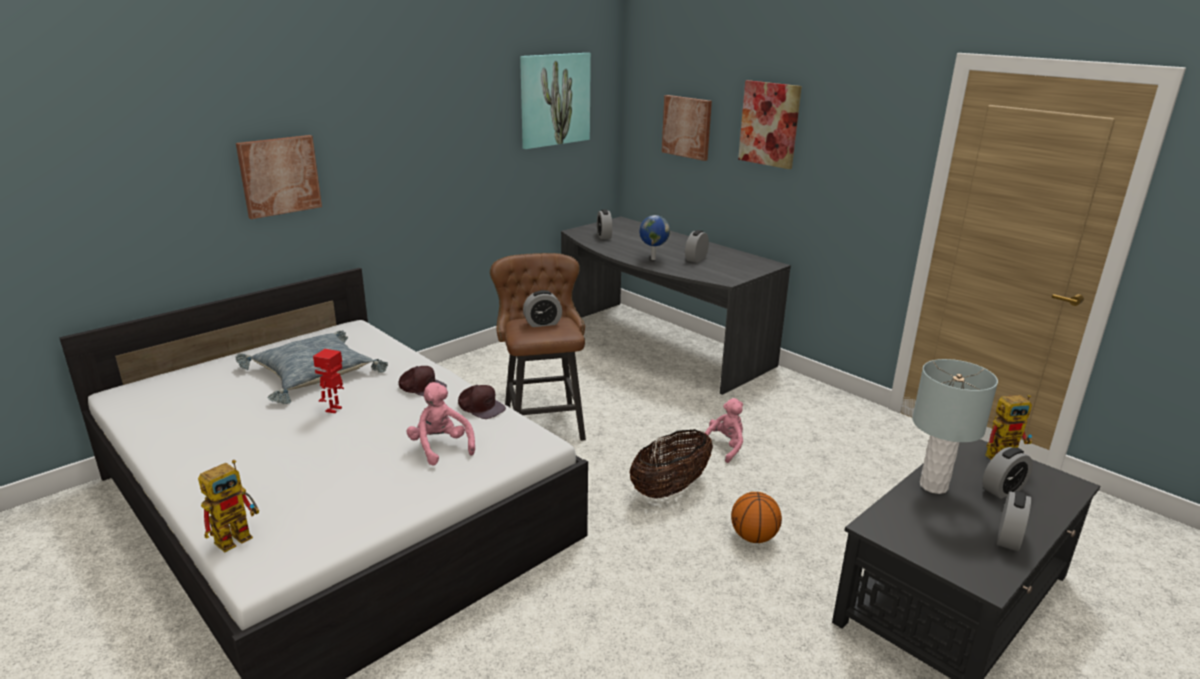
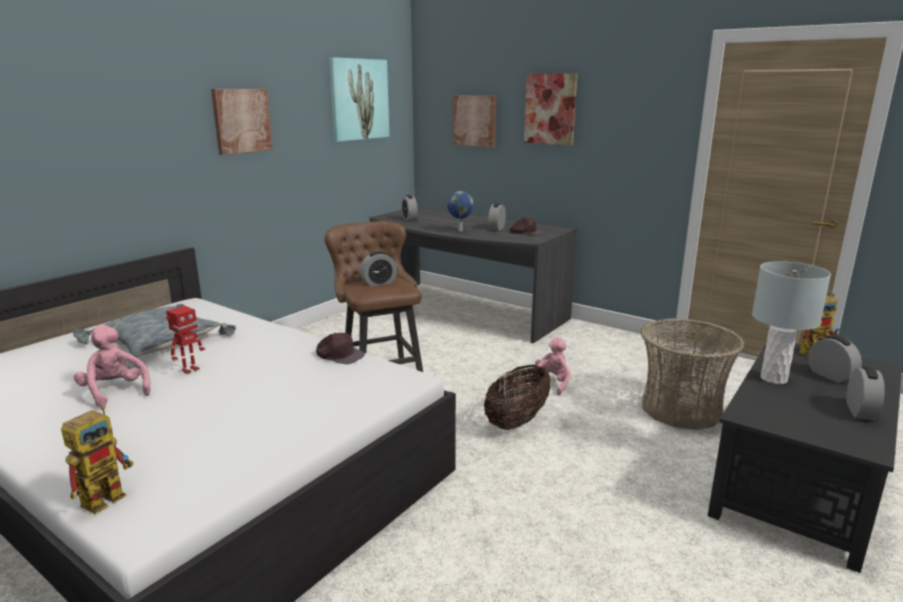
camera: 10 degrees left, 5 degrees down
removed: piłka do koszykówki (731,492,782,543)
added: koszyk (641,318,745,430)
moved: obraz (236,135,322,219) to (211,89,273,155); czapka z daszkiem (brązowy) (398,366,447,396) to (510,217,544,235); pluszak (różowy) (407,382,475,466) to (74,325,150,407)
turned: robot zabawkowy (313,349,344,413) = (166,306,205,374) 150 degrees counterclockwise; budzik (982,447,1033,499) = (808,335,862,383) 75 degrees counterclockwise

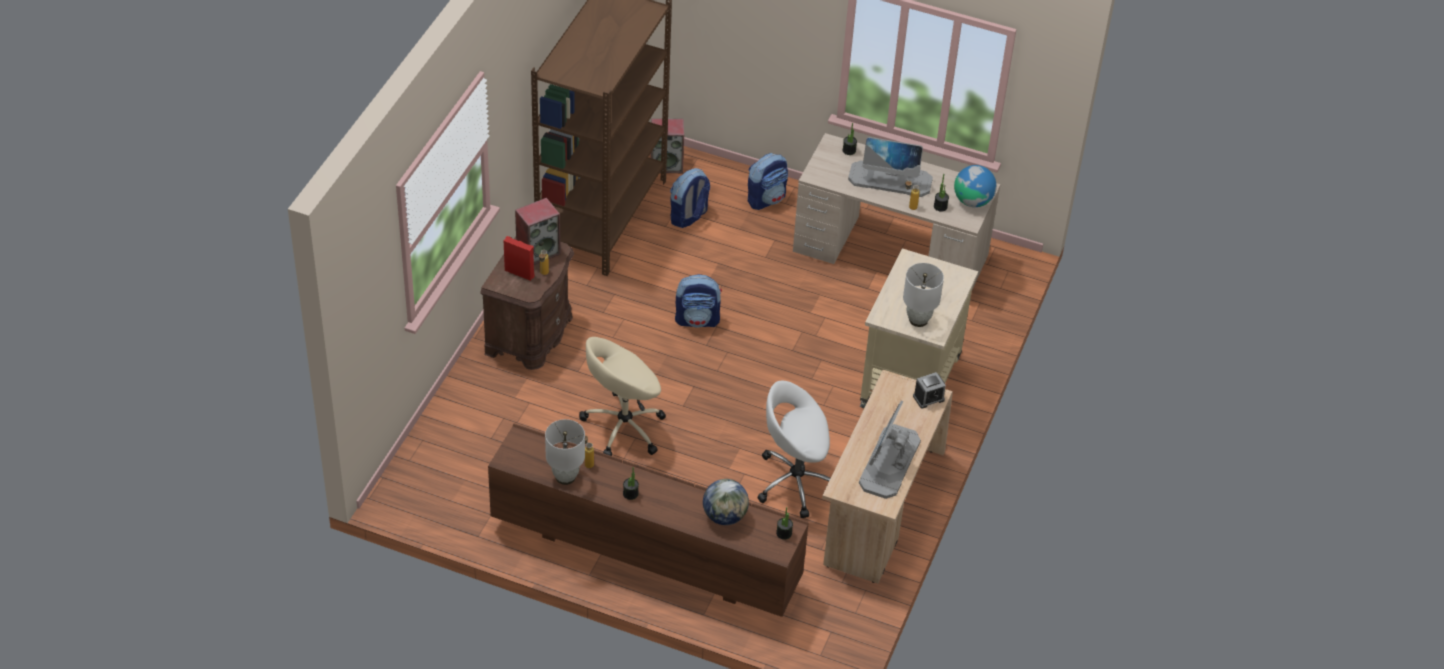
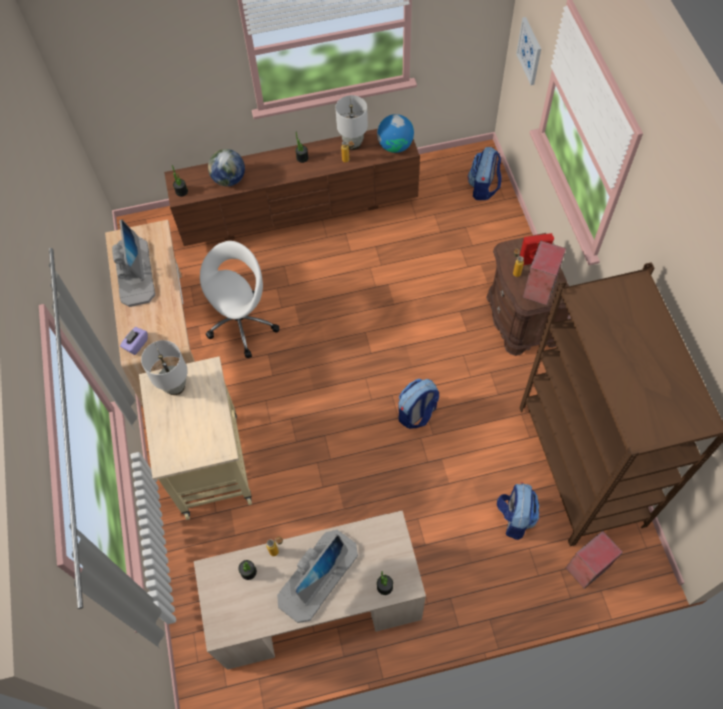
camera: 150 degrees right, 15 degrees up
removed: krzesło biurowe (beżowy) (579,337,666,456)
added: obraz (516,17,541,85)
moved: plecak (748,153,788,210) to (468,147,501,200); globus (954,165,997,207) to (377,114,414,153)
replaced: budzik (913,372,946,409) to pudełko chusteczek (fioletowy) (120,327,148,355)
turned: monitor (848,137,933,197) = (277,530,358,623) 150 degrees clockwise

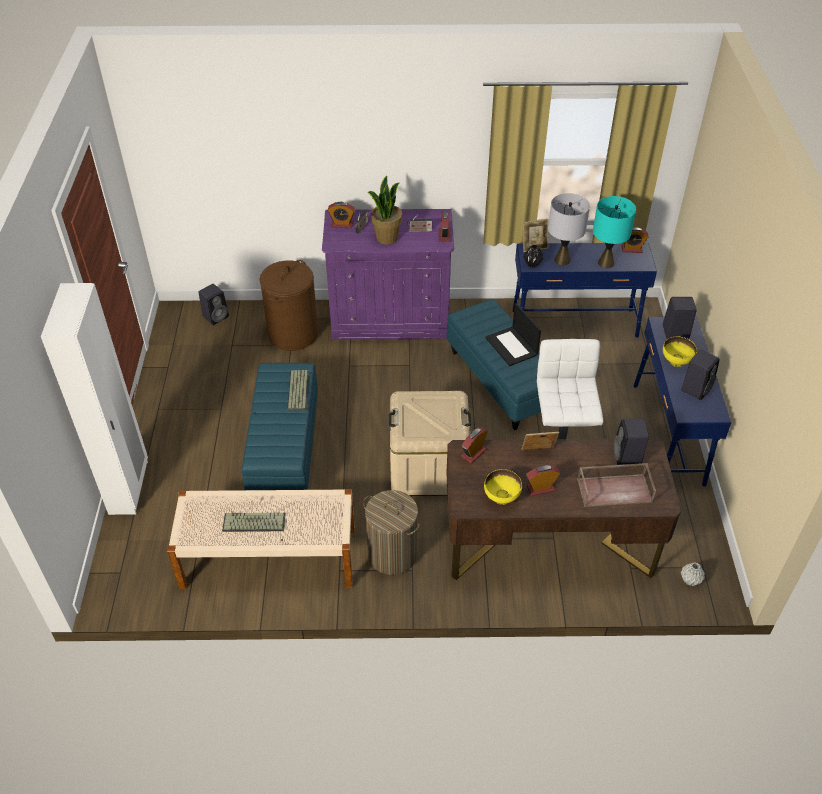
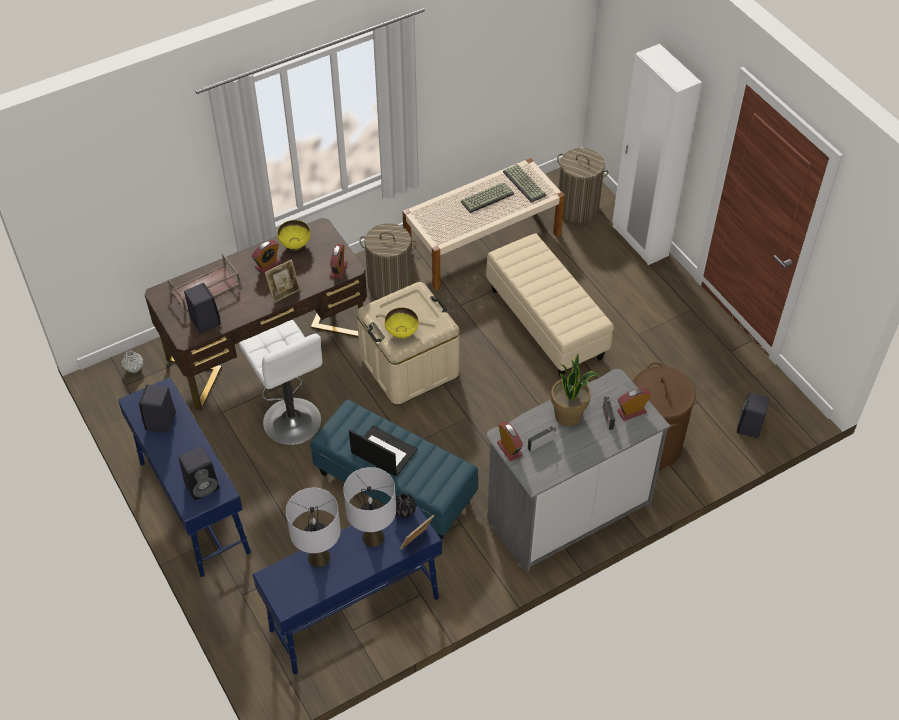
camera: 150 degrees right, 5 degrees up
removed: budzik (622,227,648,253)
added: kosz na pranie (557,148,608,223)
moved: miska (żółty) (663,337,697,367) to (385,307,419,339); klawiatura (287,370,309,411) to (503,164,546,203)
recoloured: lampa stołowa (turkusowy) (593,196,636,268) to lampa stołowa (szary) (286,487,341,567); komoda (fioletowy) (322,209,454,339) to komoda (szary) (486,369,671,572); pufa (niebieski) (242,363,318,502) to pufa (beżowy) (486,233,614,377)

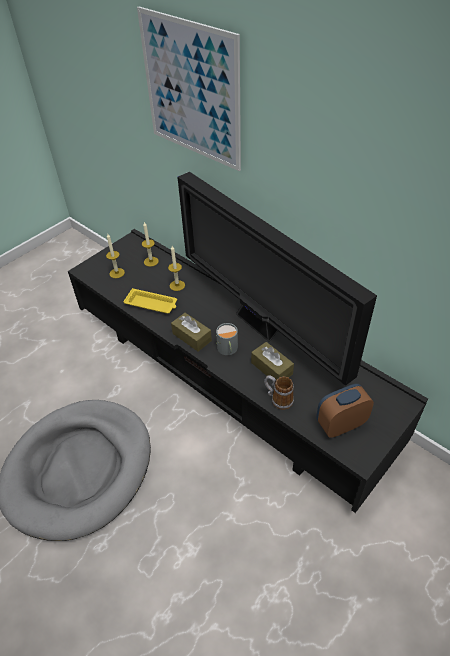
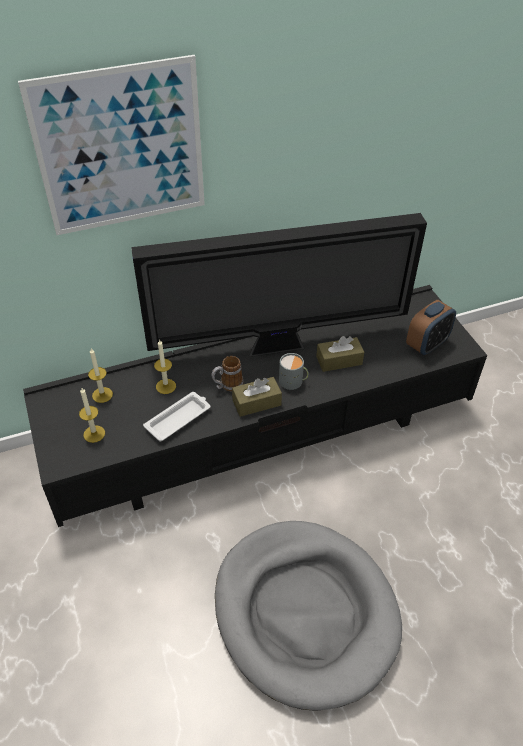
camera: 65 degrees left, 0 degrees up
moved: kubek (264,375,294,410) to (211,356,243,391)
recoloured: taca (żółty) (123,288,177,313) to taca (biały) (143,392,211,441)
turned: budzik (316,384,374,438) = (406,300,456,355) 135 degrees counterclockwise

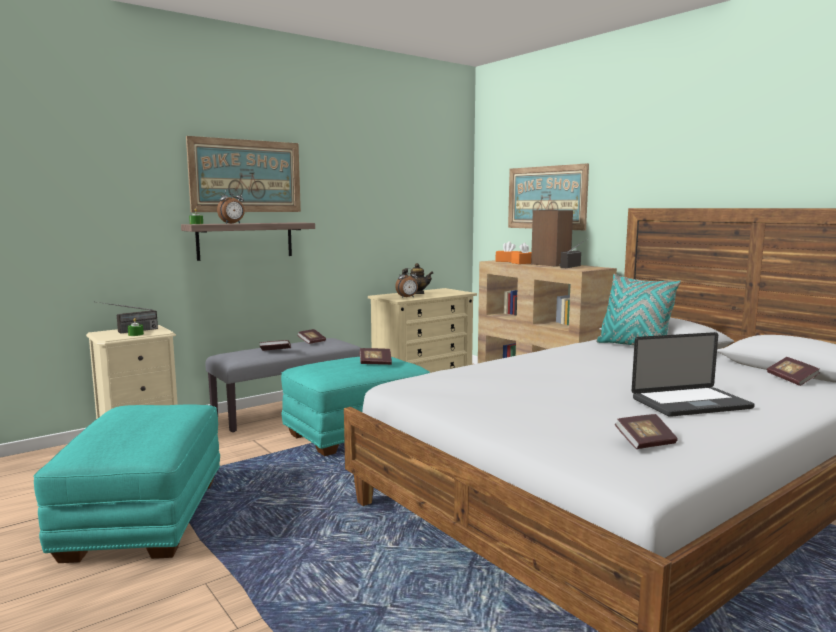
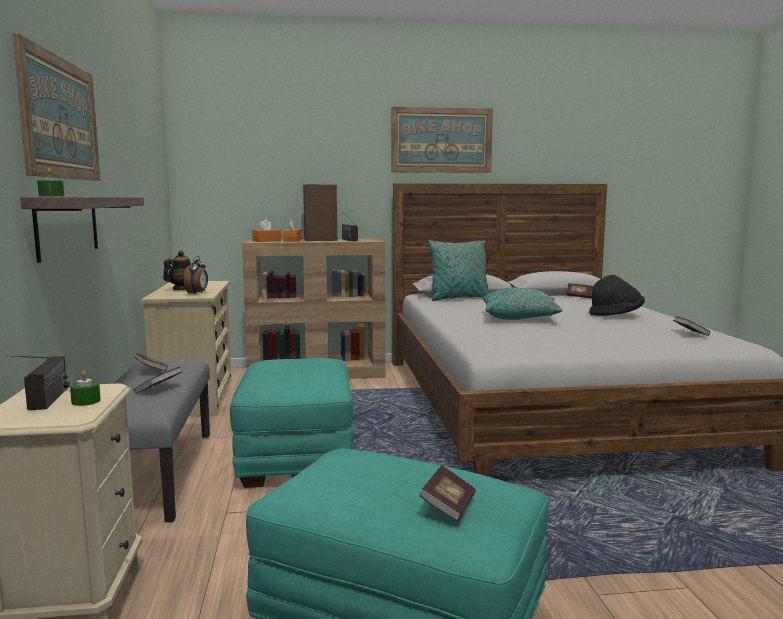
camera: 60 degrees left, 0 degrees up
removed: budzik (217,188,245,224)
added: poduszka (turkusowy) (483,288,563,320)
moved: obraz (508,163,589,230) to (391,107,493,173); książka (359,348,392,365) to (419,465,476,521)
replaced: laptop (632,332,755,417) to kapelusz (czarny) (589,275,645,316)

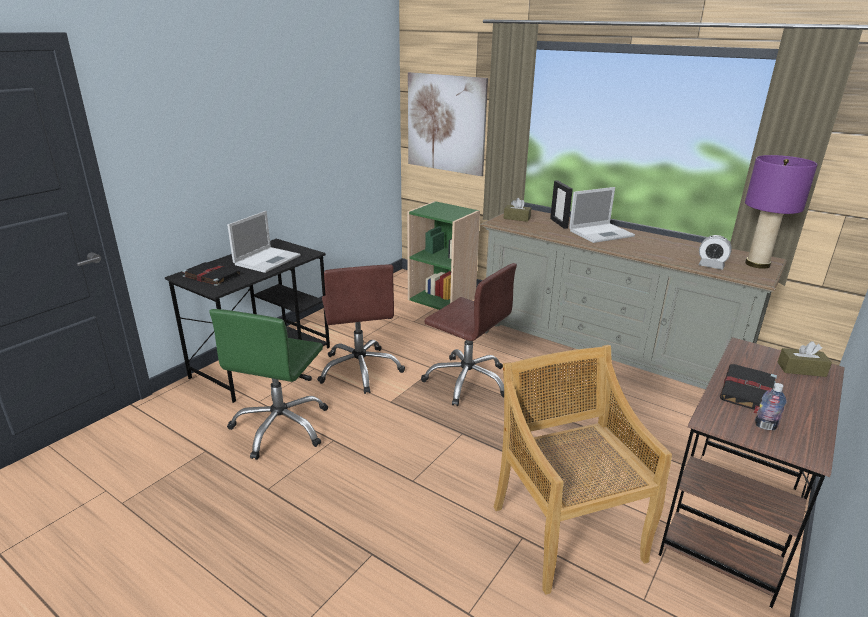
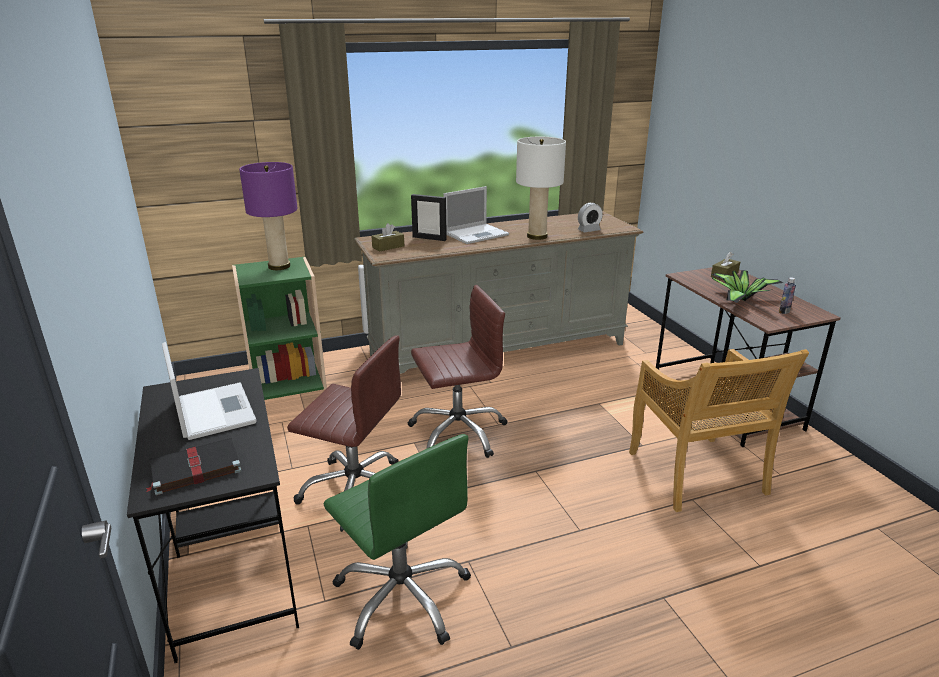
camera: 55 degrees left, 0 degrees up
removed: obraz (408,72,488,176)
added: lampa stołowa (biały) (516,137,566,240)
moved: lampa stołowa (fioletowy) (745,155,817,269) to (239,162,297,270)
replaced: książka (czarny) (720,364,777,413) to roślina doniczkowa (711,270,783,303)
turned: laptop (569,187,635,243) = (443,186,509,244) 45 degrees clockwise; krzesło (beżowy) (493,345,672,595) = (629,349,809,512) 120 degrees counterclockwise

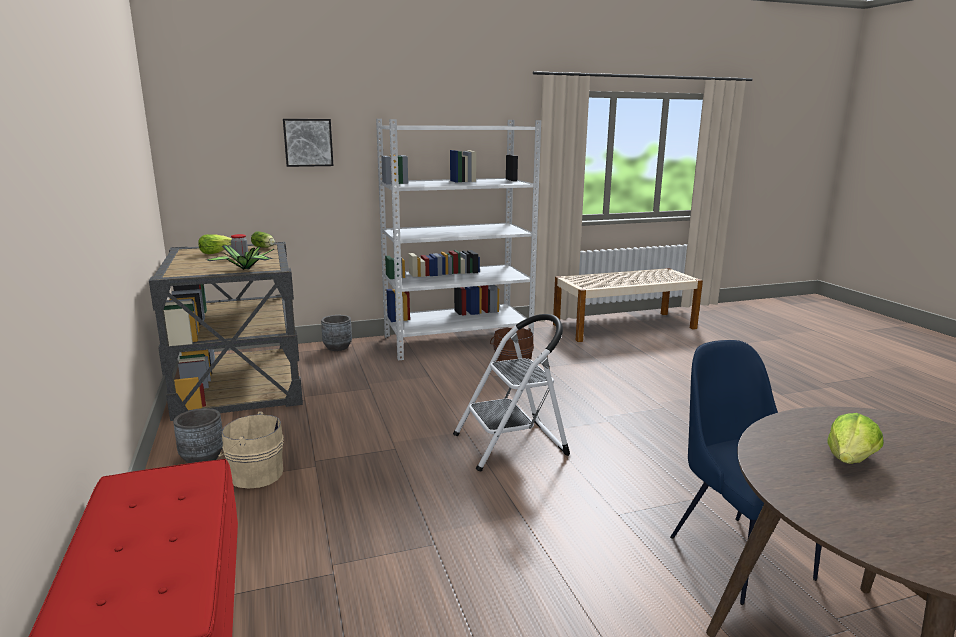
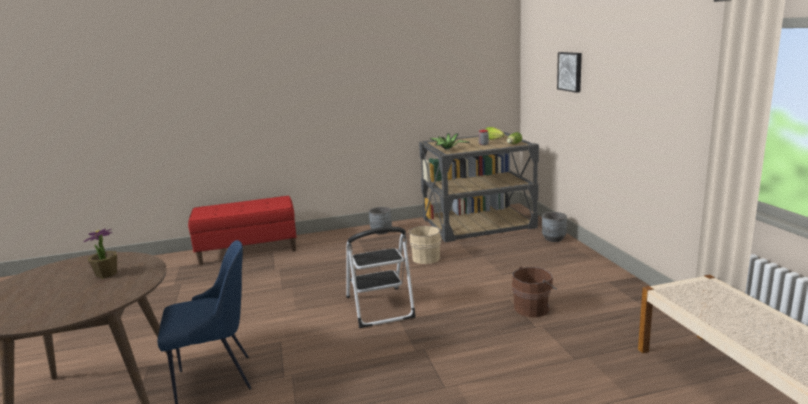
camera: 95 degrees right, 0 degrees up
removed: regał (biały) (376,119,541,361)
moved: wiadro (beżowy) (219,411,284,489) to (408,226,442,264)
replaced: sałata (827,413,884,464) to roślina doniczkowa (83,229,117,278)

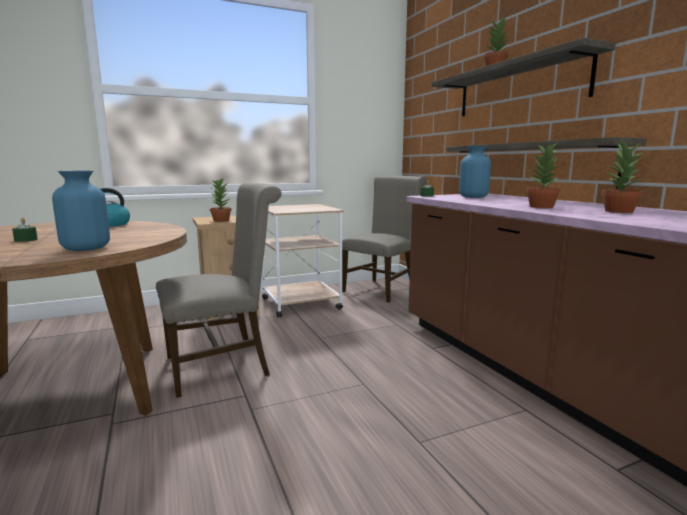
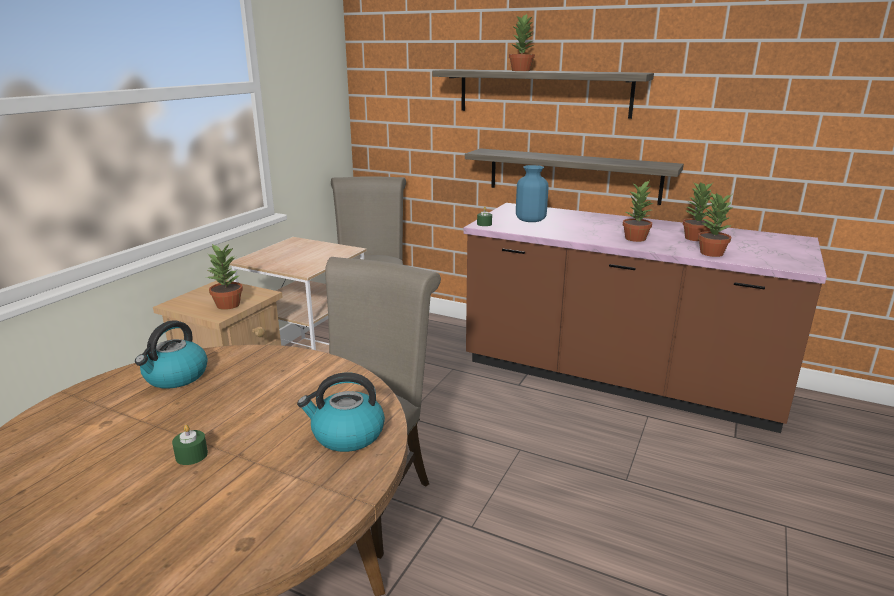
camera: 40 degrees left, 10 degrees up
added: roślina doniczkowa (698,192,733,257)
replaced: wazon (niebieski) (52,171,110,251) to czajnik (297,373,385,452)

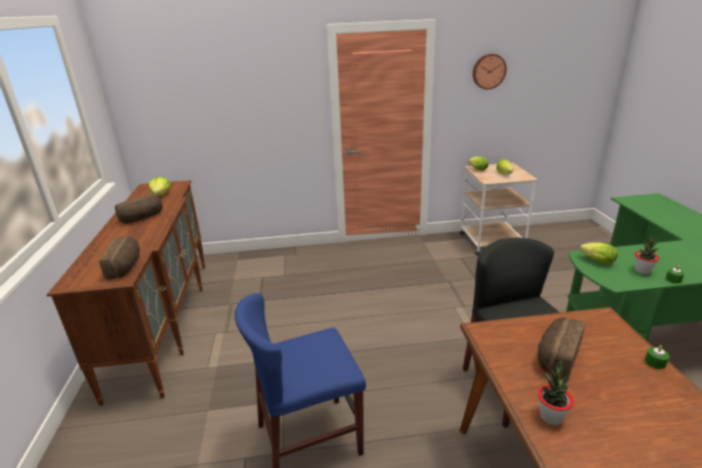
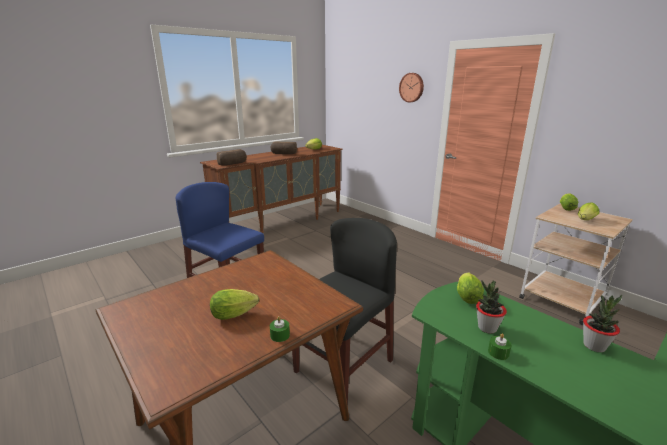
camera: 55 degrees right, 5 degrees down
removed: chleb (538,317,585,379)
added: sałata (210,289,259,320)
moved: zegar ścienny (473,54,507,90) to (399,73,424,102); roślina doniczkowa (538,360,574,425) to (583,295,622,352)

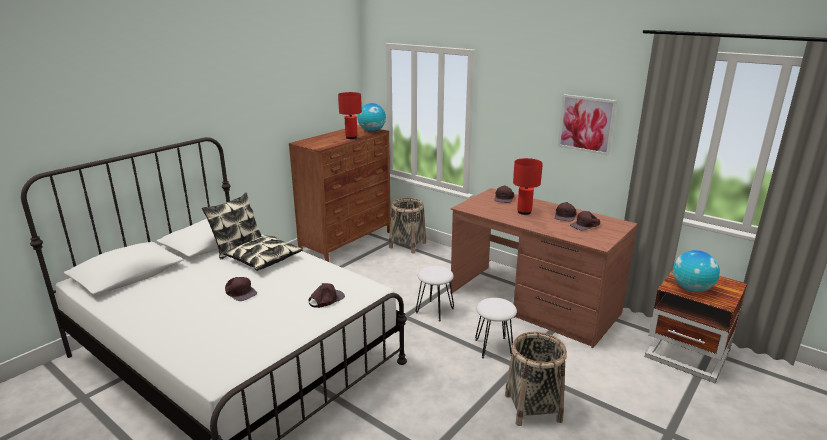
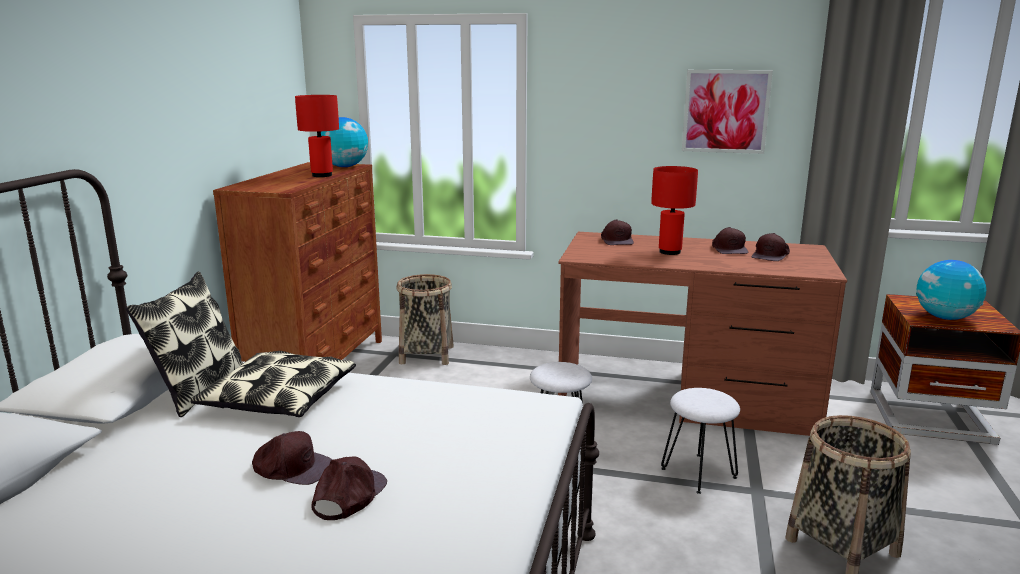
camera: 25 degrees left, 5 degrees down
moved: czapka z daszkiem (brązowy) (309,283,345,308) to (311,456,387,520)

